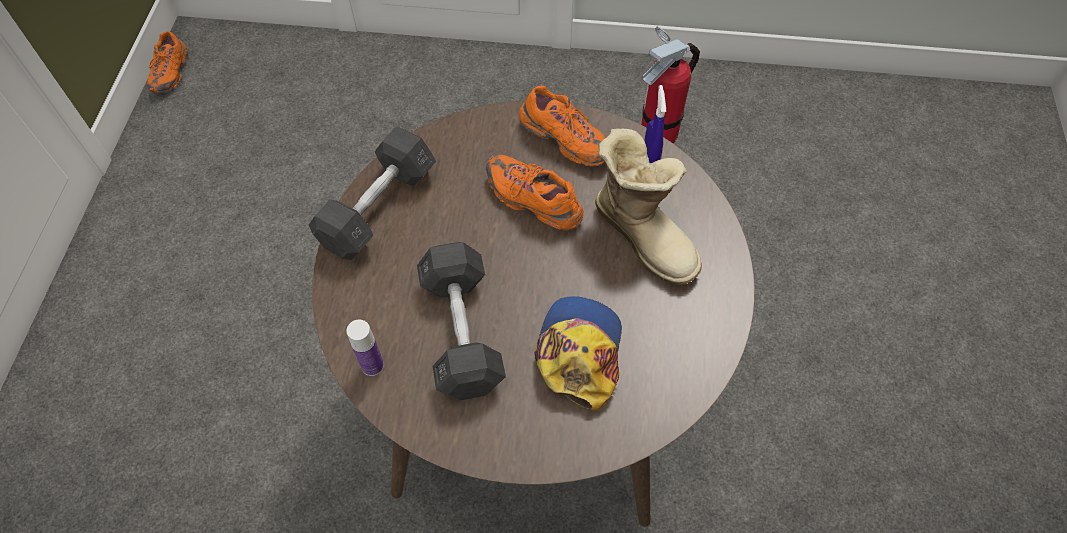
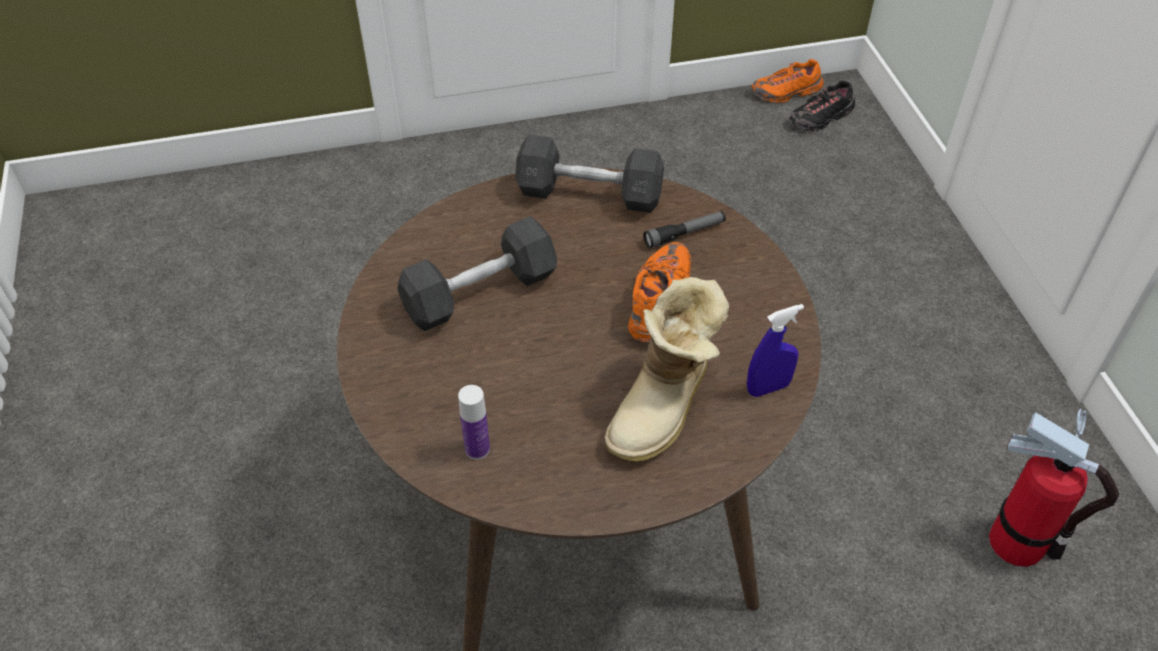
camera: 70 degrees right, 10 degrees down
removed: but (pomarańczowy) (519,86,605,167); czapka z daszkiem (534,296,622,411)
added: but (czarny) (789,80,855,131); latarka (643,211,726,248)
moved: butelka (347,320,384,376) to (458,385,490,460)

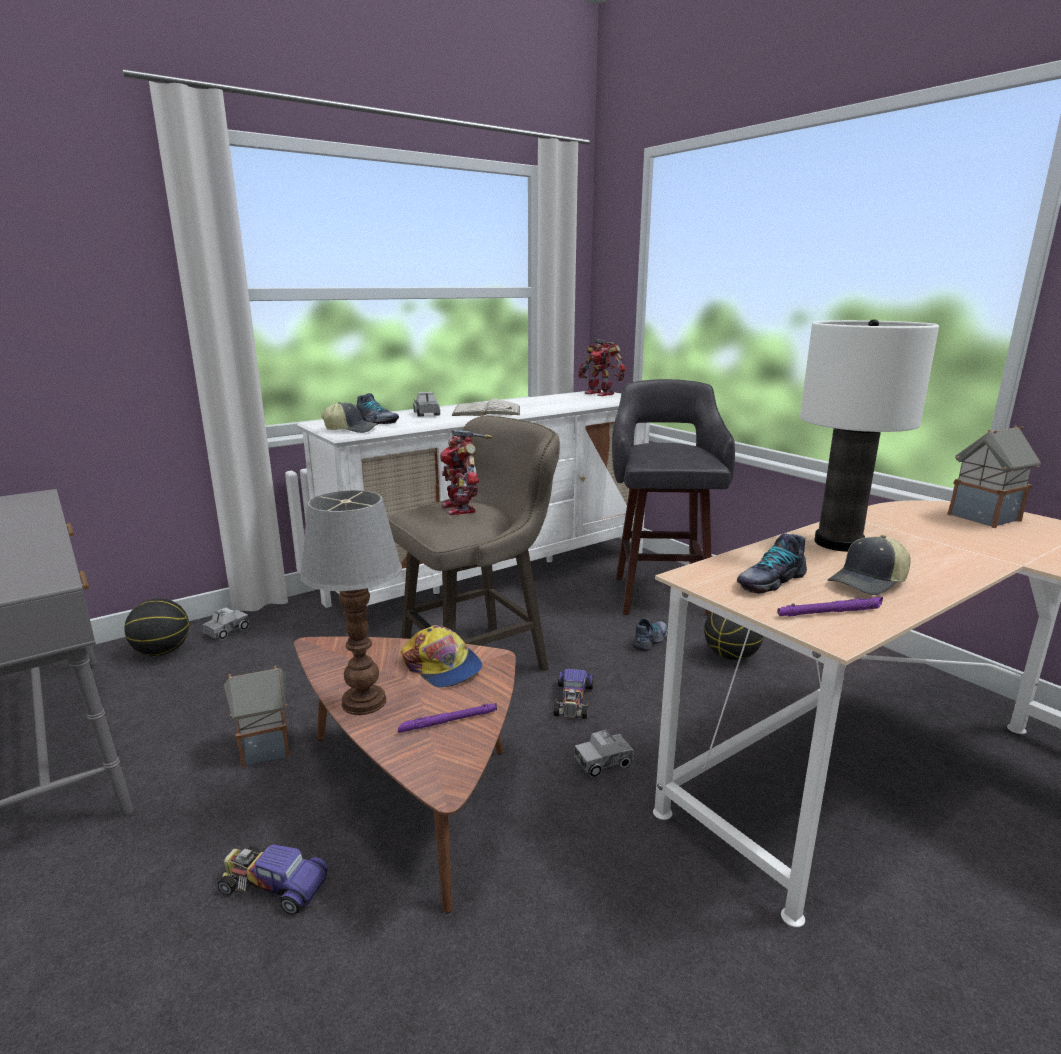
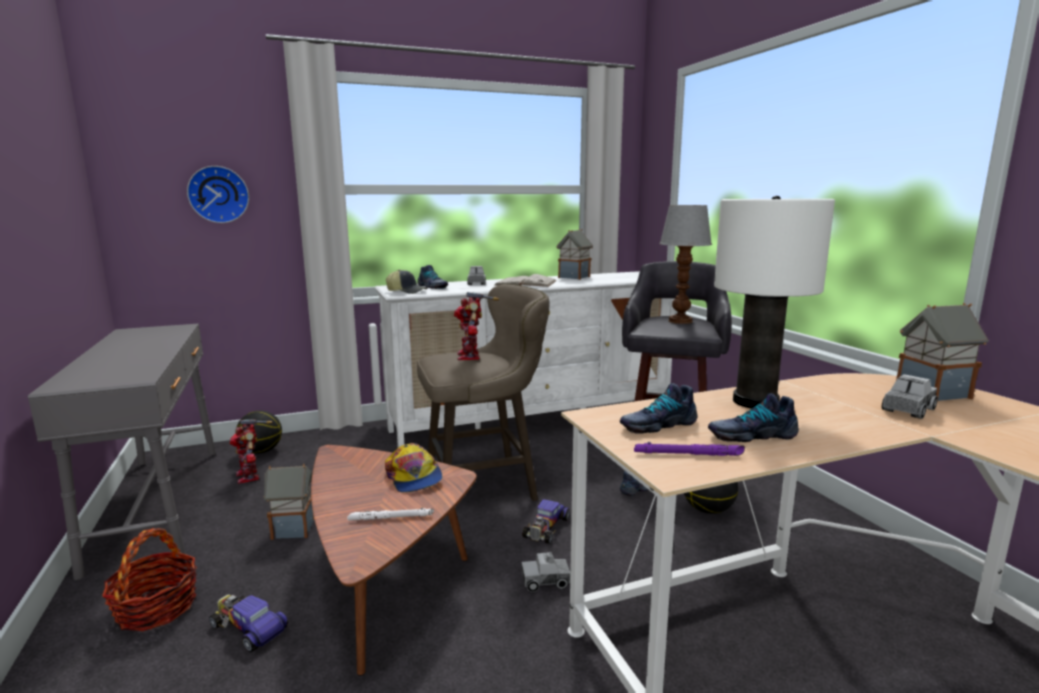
camera: 15 degrees right, 5 degrees down
added: zegar ścienny (187,166,249,223); domek (557,229,593,280); koszyk (102,528,197,631)
moved: robot zabawkowy (578,339,626,396) to (230,419,272,484); lampa stołowa (300,490,402,715) to (660,205,712,324); ciężarówka zabawkowa (203,607,249,640) to (882,374,938,419)
replaced: czapka z daszkiem (828,535,911,595) to but (708,393,799,442)
recoloured: latarka (fioletowy) (398,703,497,733) to latarka (biały) (347,508,434,521)

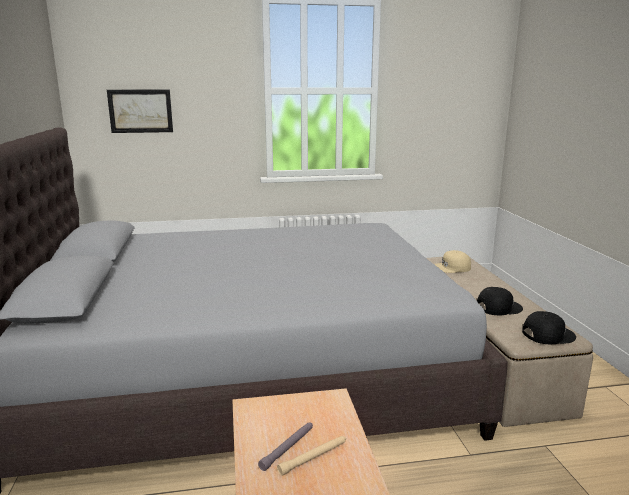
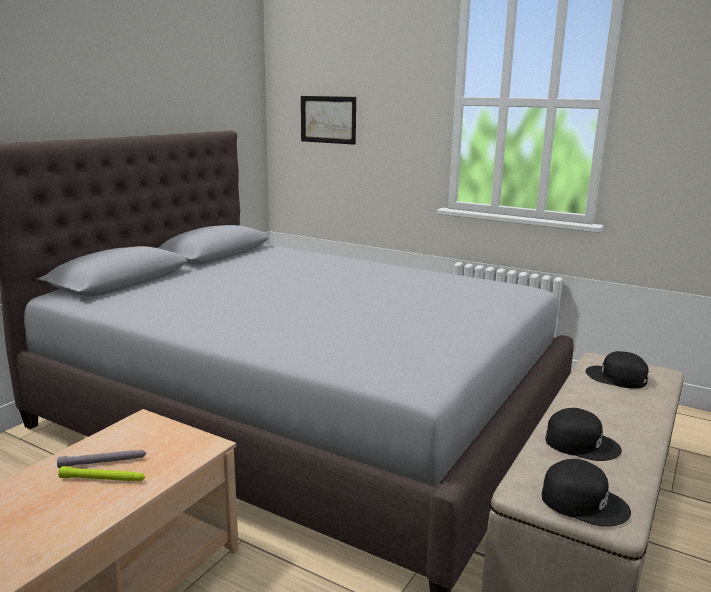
camera: 40 degrees right, 0 degrees up
recoloured: czapka z daszkiem (beżowy) (434,250,471,273) to czapka z daszkiem (czarny) (586,351,649,389); latarka (beżowy) (277,436,346,476) to latarka (zielony) (58,466,145,481)

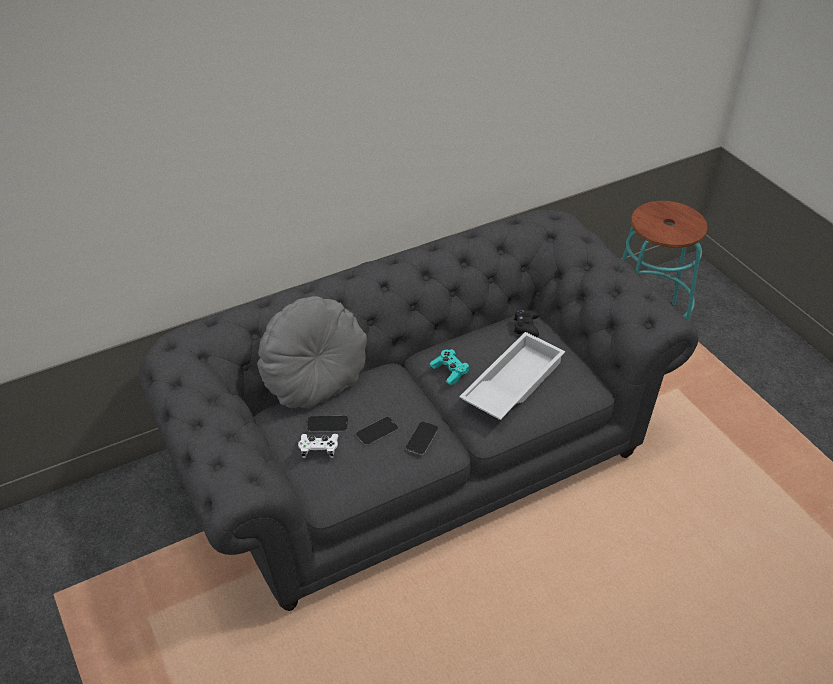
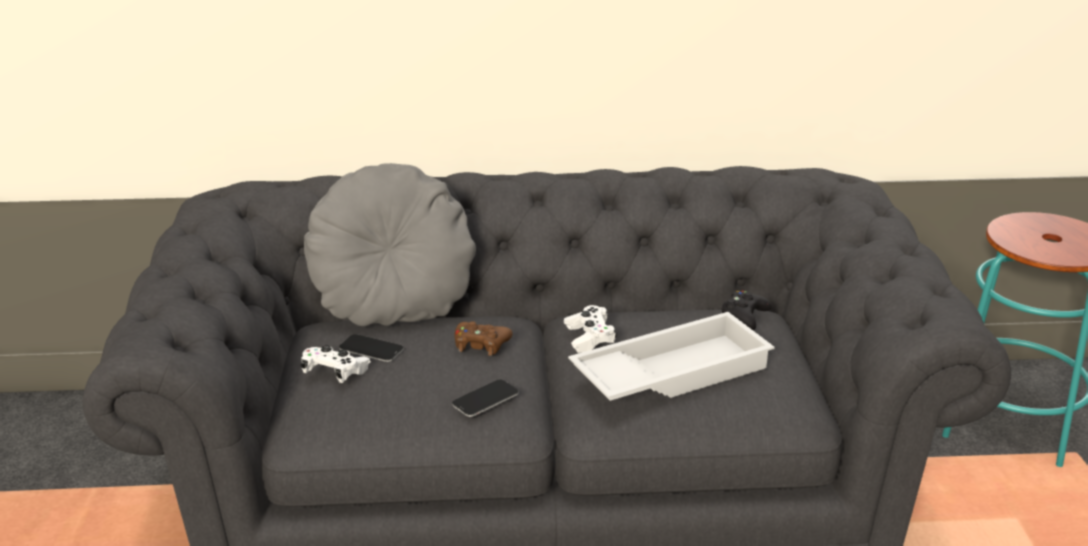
camera: 25 degrees right, 15 degrees down
removed: telefon (356,417,398,445)
added: pad do gier (brązowy) (455,321,513,356)
recoloured: pad do gier (turkusowy) (430,349,470,386) to pad do gier (biały) (564,305,617,353)

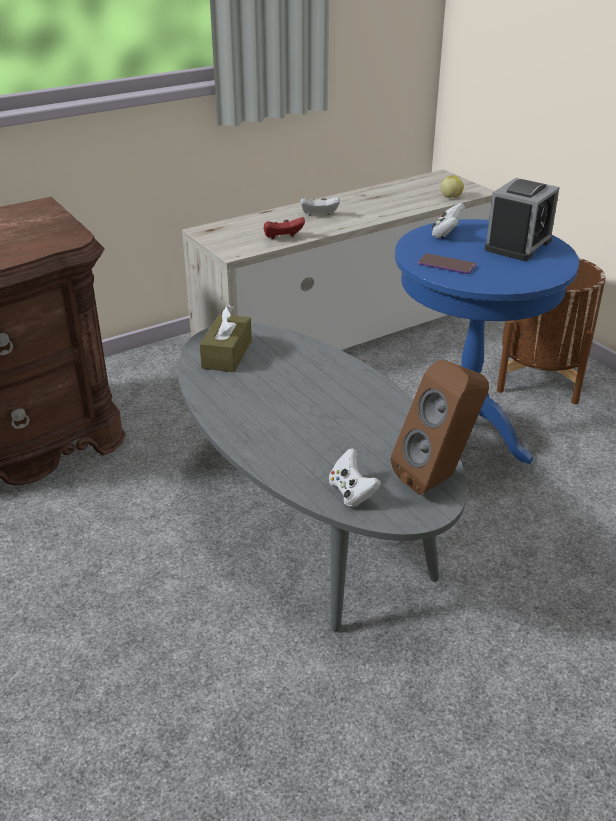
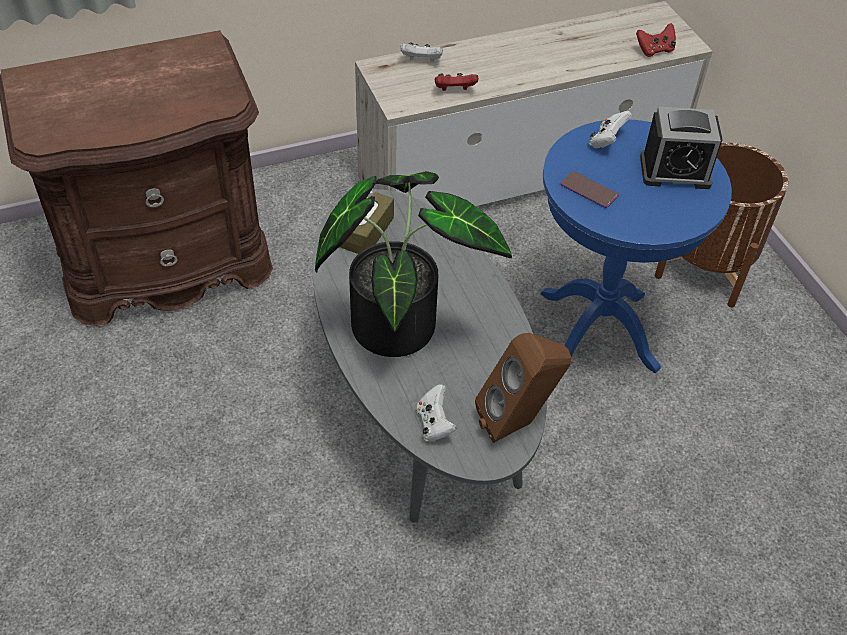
camera: 10 degrees right, 15 degrees up
added: roślina doniczkowa (315,171,512,357)
moved: pad do gier (biały) (300,197,340,216) to (400,42,443,62)
replaced: jabłko (441,175,464,198) to pad do gier (czerwony) (636,23,676,57)
turned: budzik (485,178,560,261) = (640,107,723,189) 45 degrees clockwise

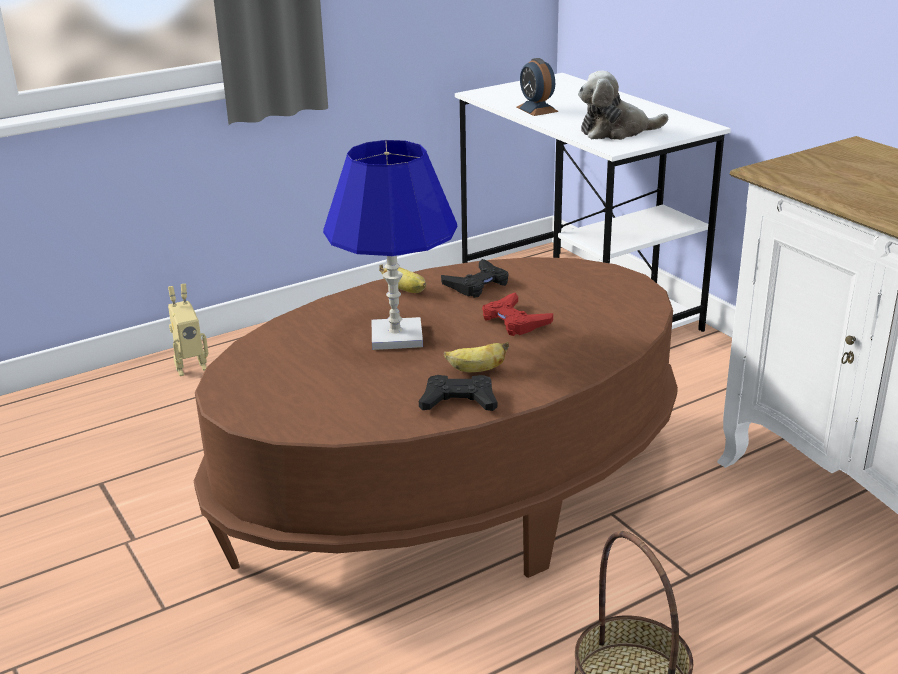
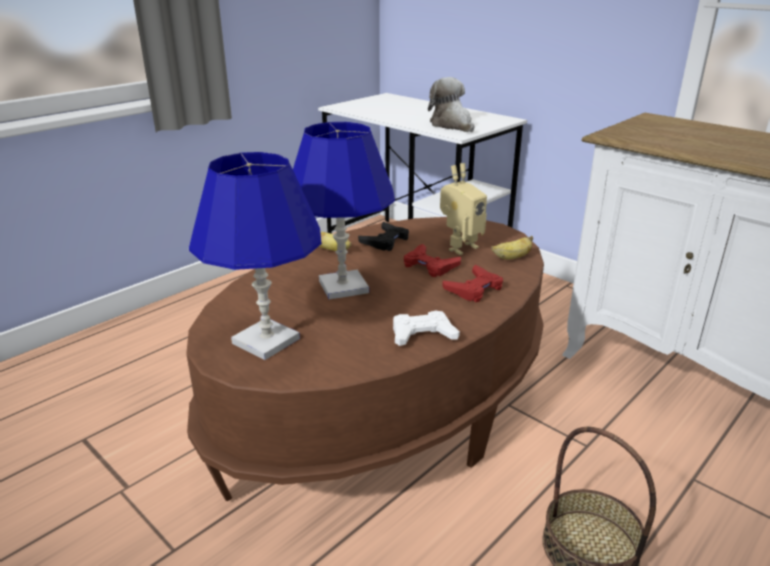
camera: 15 degrees left, 0 degrees up
removed: budzik (516,58,558,116)
added: lampa stołowa (niebieski) (189,152,322,360); pad do gier (czerwony) (442,265,503,302)
moved: robot zabawkowy (168,284,208,376) to (440,163,487,255); banan (444,342,509,372) to (491,236,533,260)
recoloured: pad do gier (czarny) (419,375,497,411) to pad do gier (biały) (393,311,460,346)
turned: pluszak (578,71,668,140) = (428,77,474,132) 90 degrees clockwise

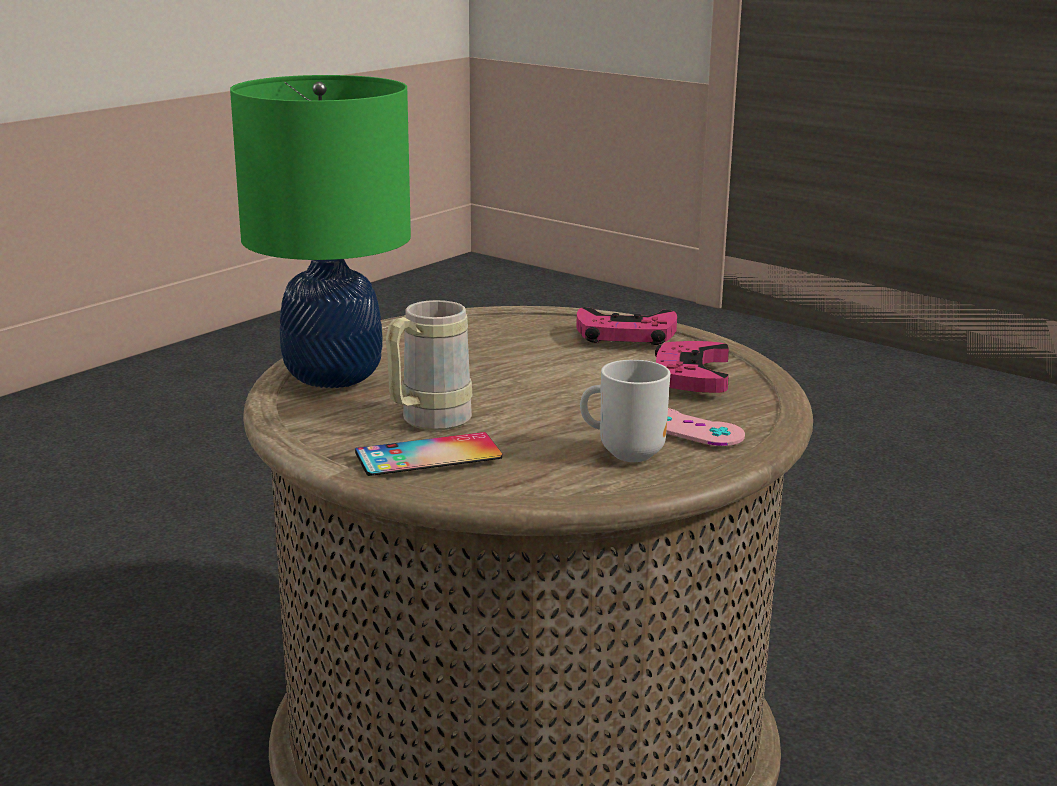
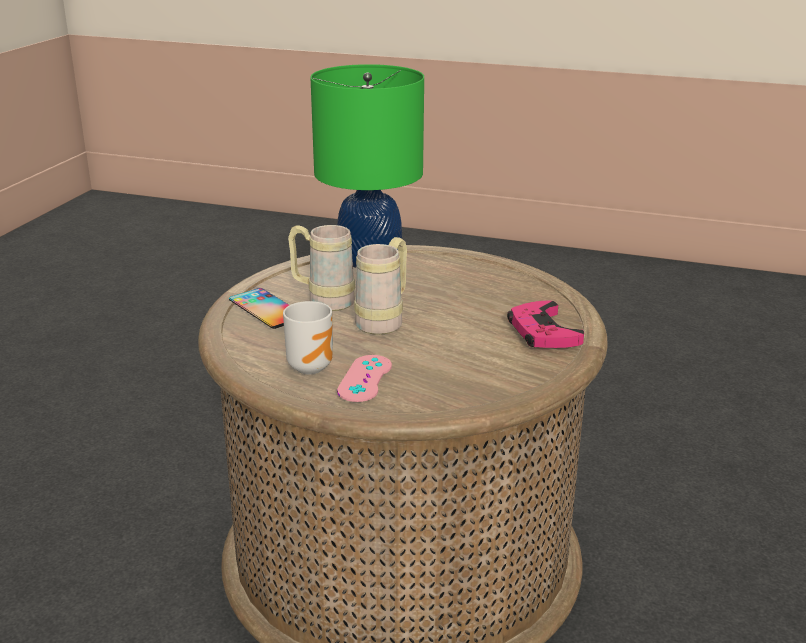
camera: 70 degrees right, 5 degrees up
removed: pad do gier (różowy) (655,341,729,393)
added: kubek (beżowy) (354,237,407,335)

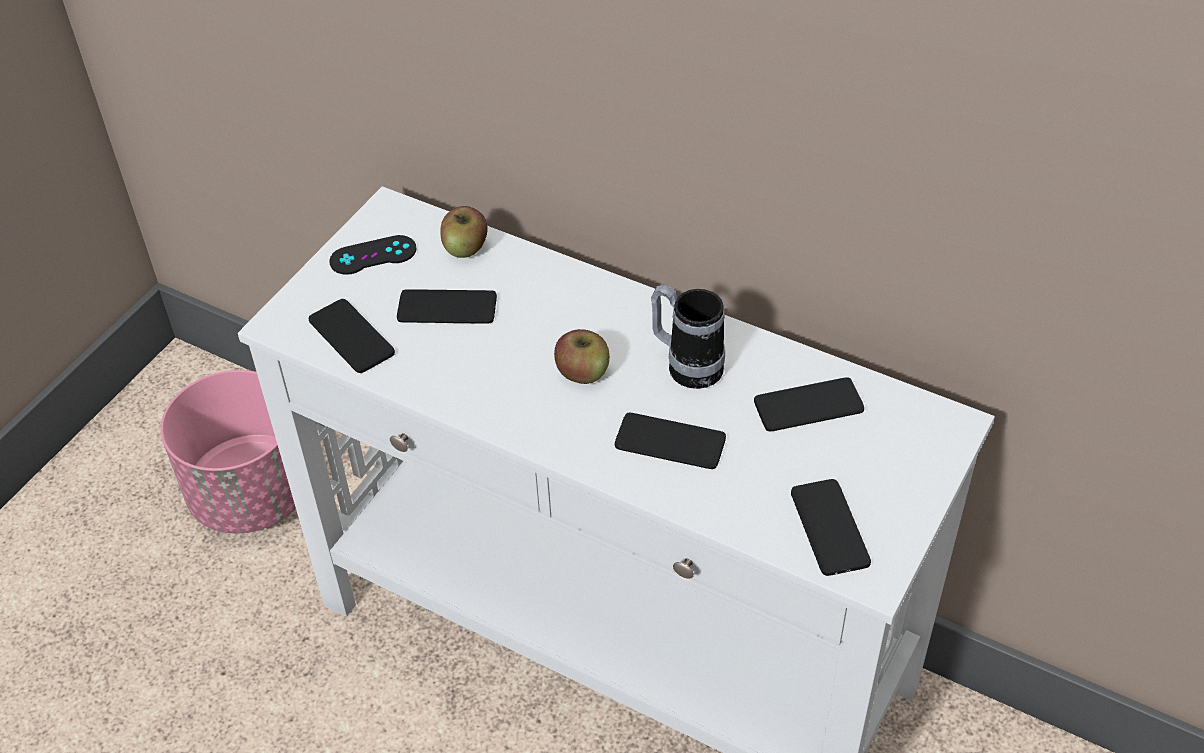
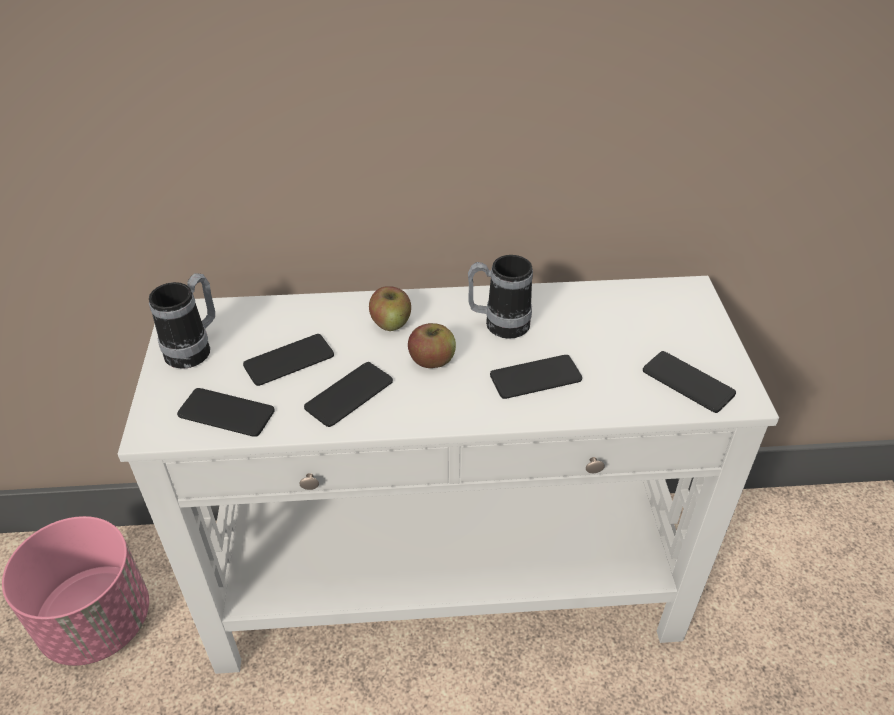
camera: 35 degrees left, 5 degrees down
moved: jabłko (440,206,488,258) to (369,286,411,331); telefon (754,377,864,431) to (304,362,393,427)
replaced: pad do gier (czarny) (329,235,417,275) to kubek (149,273,215,369)

